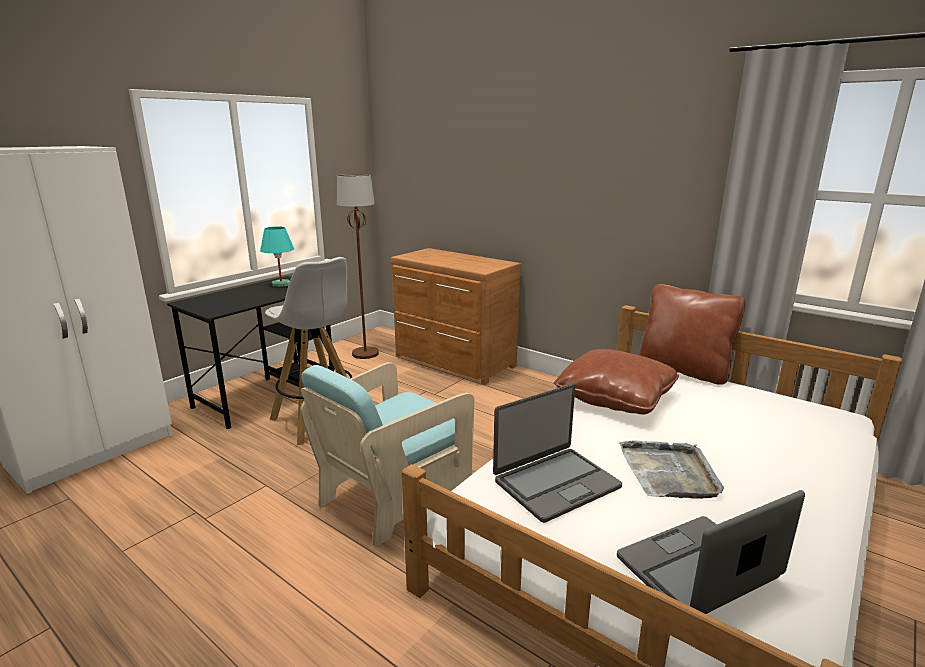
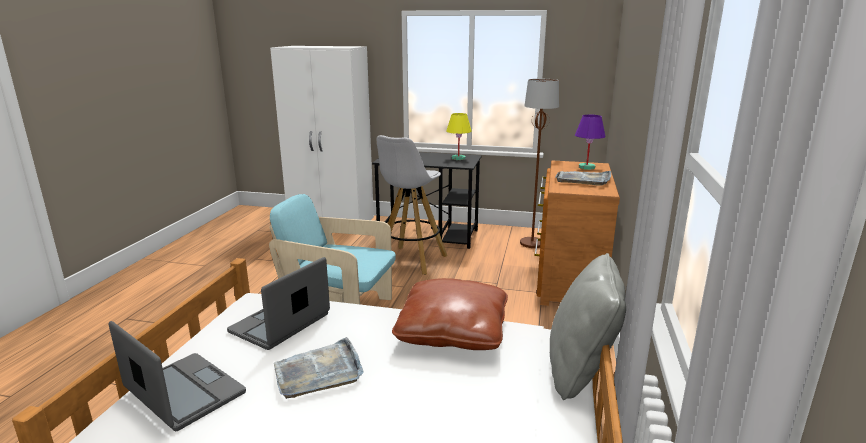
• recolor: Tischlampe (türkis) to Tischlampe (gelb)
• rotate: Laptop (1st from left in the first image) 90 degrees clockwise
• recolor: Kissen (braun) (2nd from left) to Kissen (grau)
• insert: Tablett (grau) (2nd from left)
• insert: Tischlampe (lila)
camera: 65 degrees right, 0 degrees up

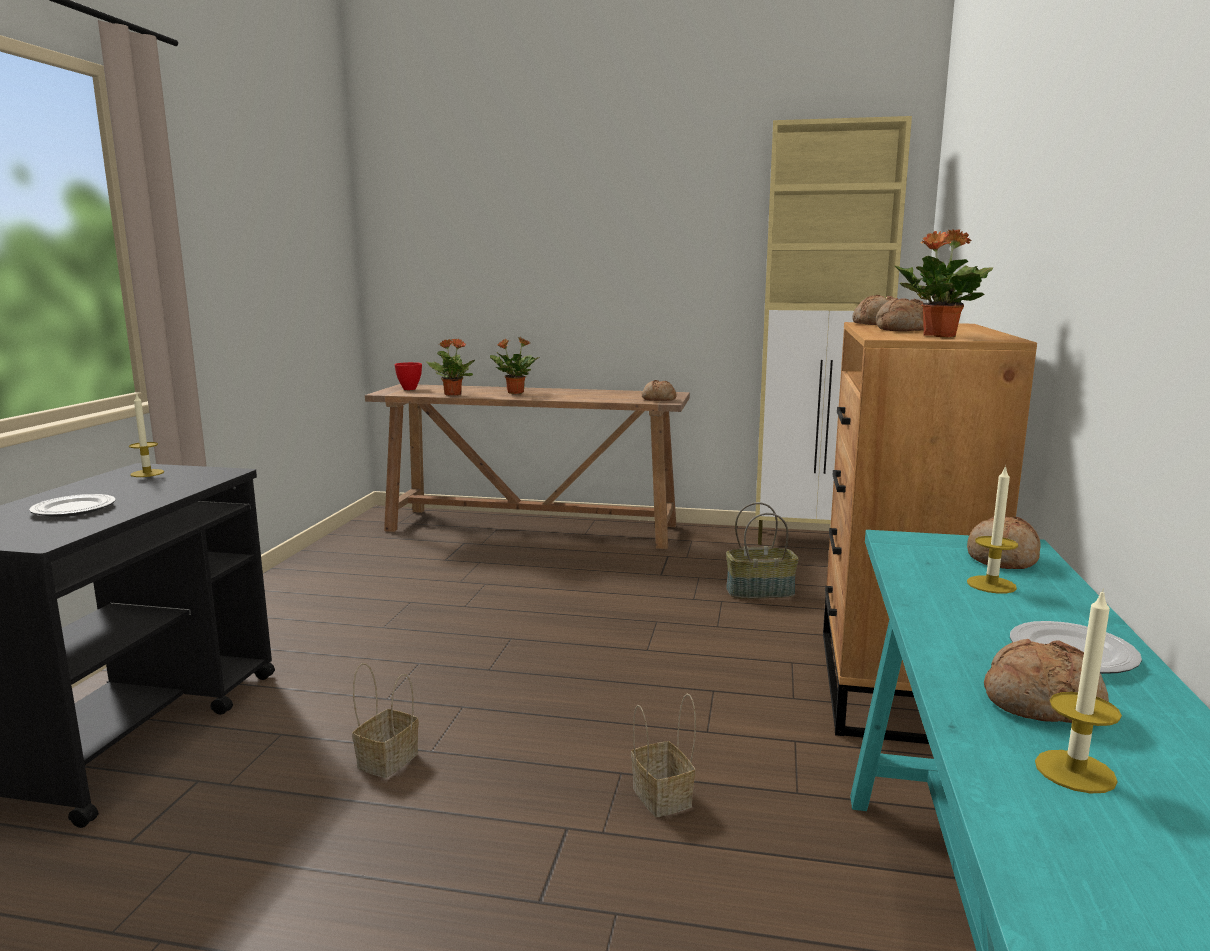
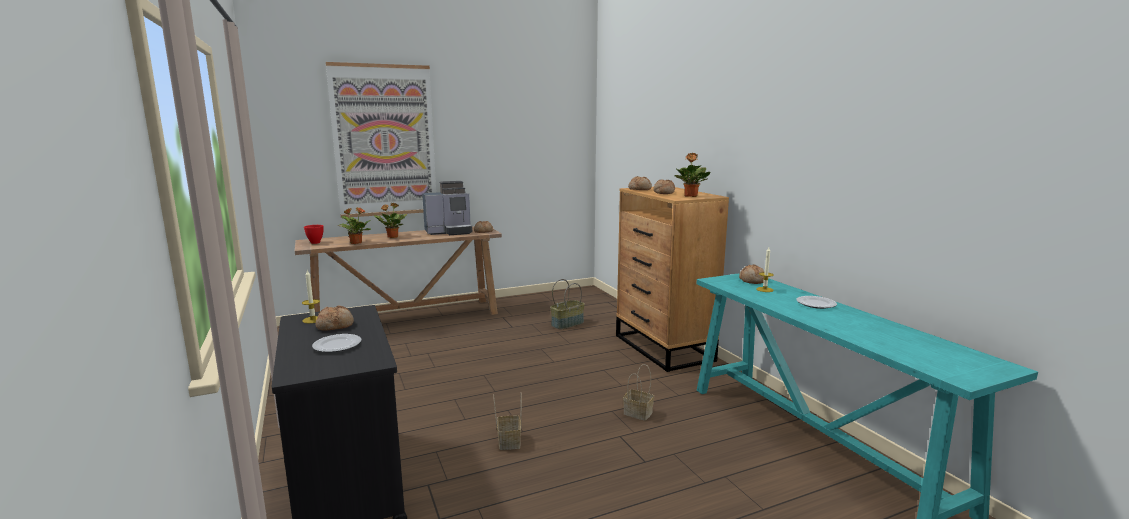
• delete: Schrank (beige)
• move: Brot (5th from left in the first image) to Brot (1st from left)
• delete: Kerze (3rd from left)
• insert: Bild
• insert: Kaffeemaschine
camera: 35 degrees left, 0 degrees up

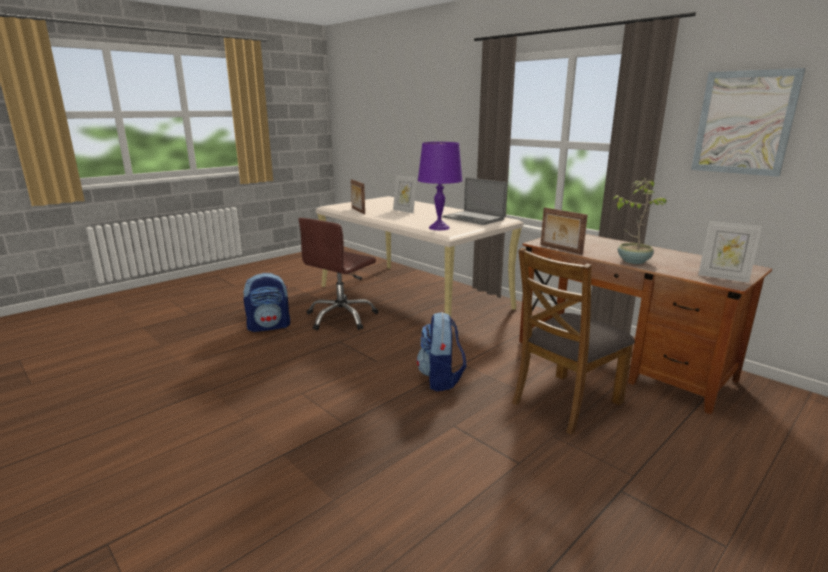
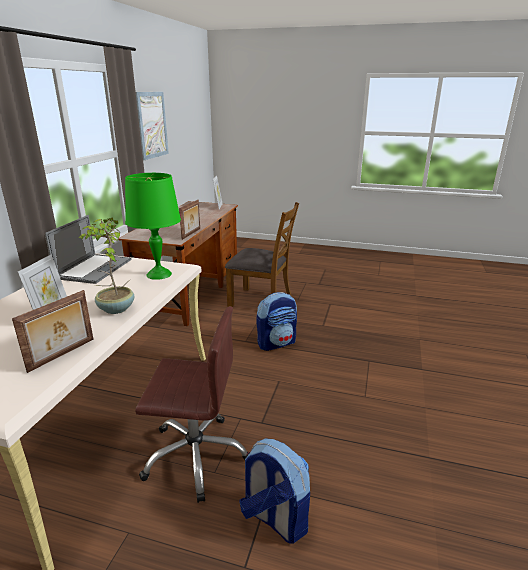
• recolor: Tischlampe (lila) to Tischlampe (grün)
• move: Topfpflanze
camera: 120 degrees left, 5 degrees up

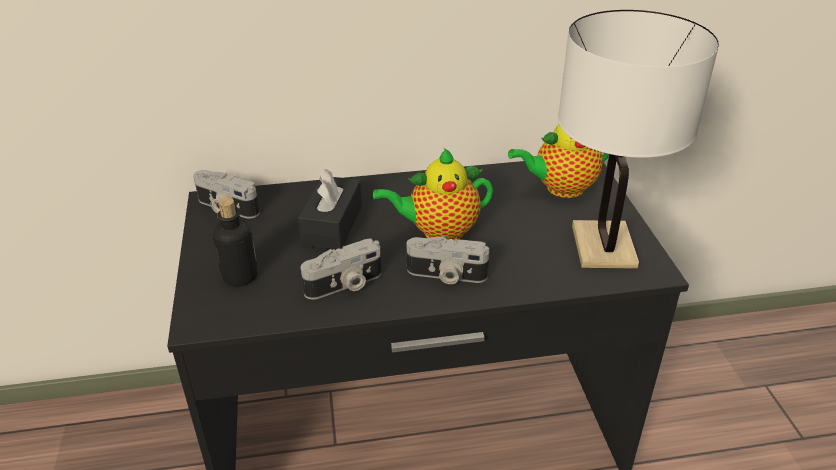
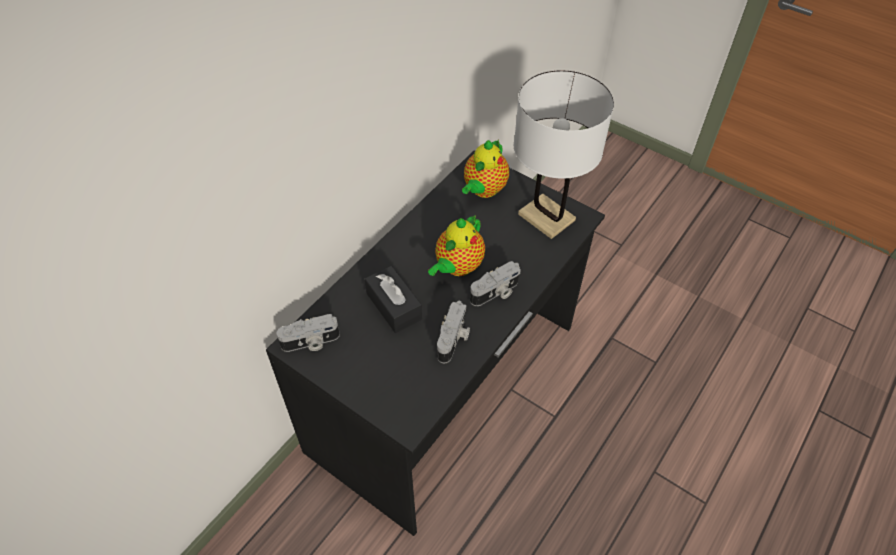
• delete: Flasche
camera: 45 degrees left, 15 degrees up

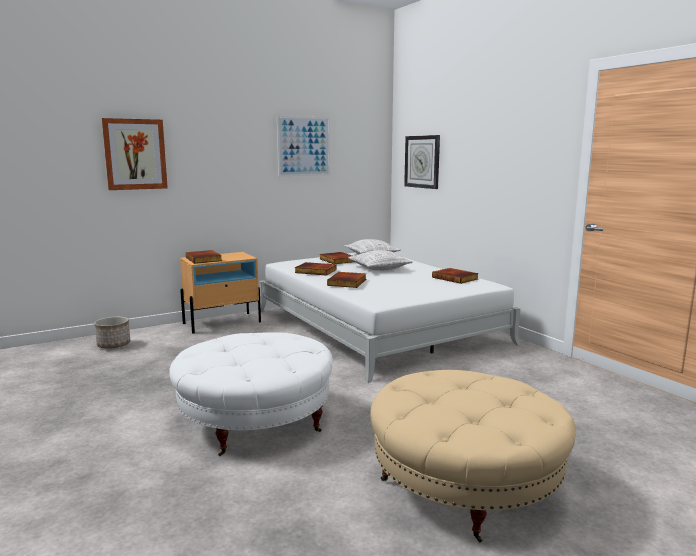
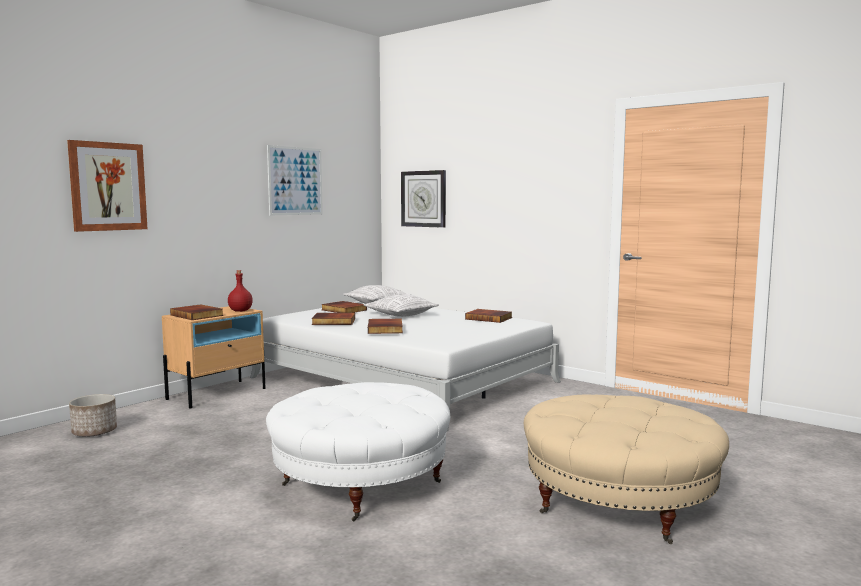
• insert: Flasche (rot)
camera: 20 degrees left, 5 degrees down

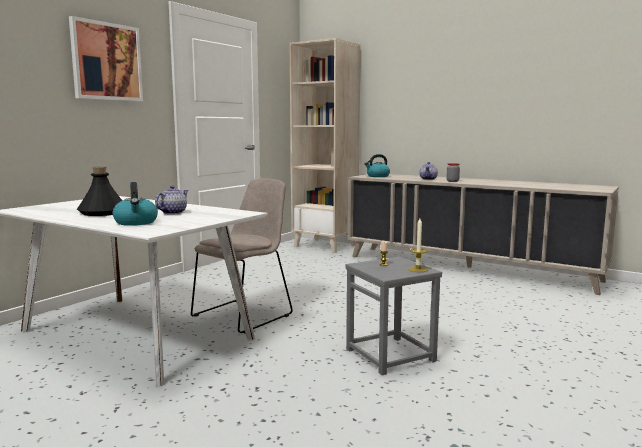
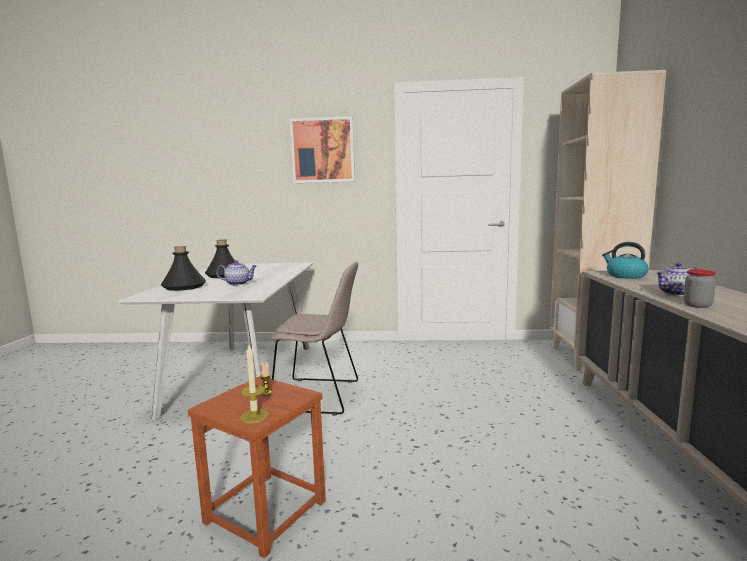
• replace: Wasserkessel (1st from left) to Flasche (schwarz) (1st from left)
• recolor: Hocker (grau) to Hocker (braun)
camera: 60 degrees right, 0 degrees up

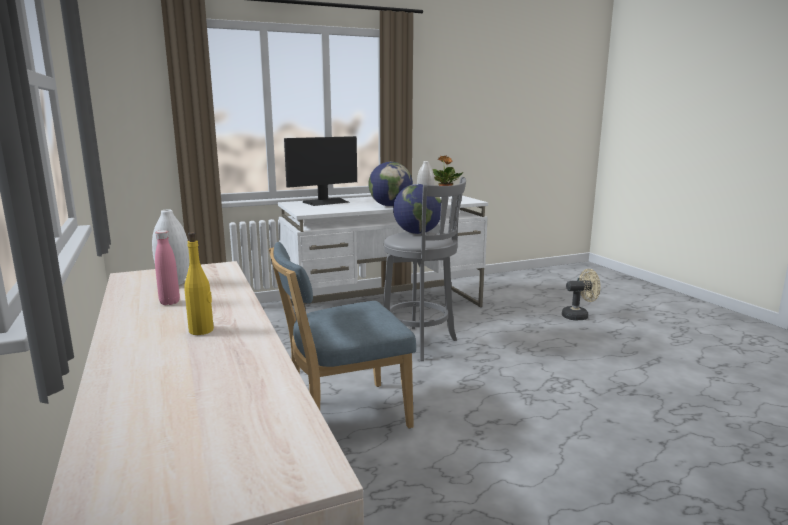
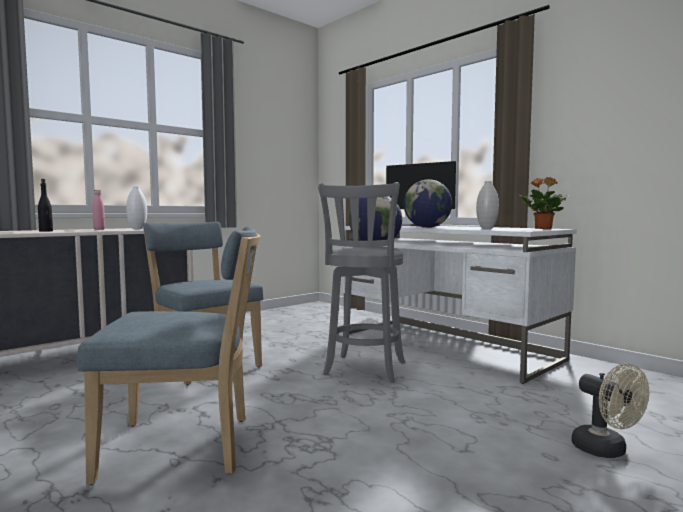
• recolor: Flasche (gelb) to Flasche (schwarz)
• insert: Stuhl (blau) (1st from left)
camera: 70 degrees right, 10 degrees down

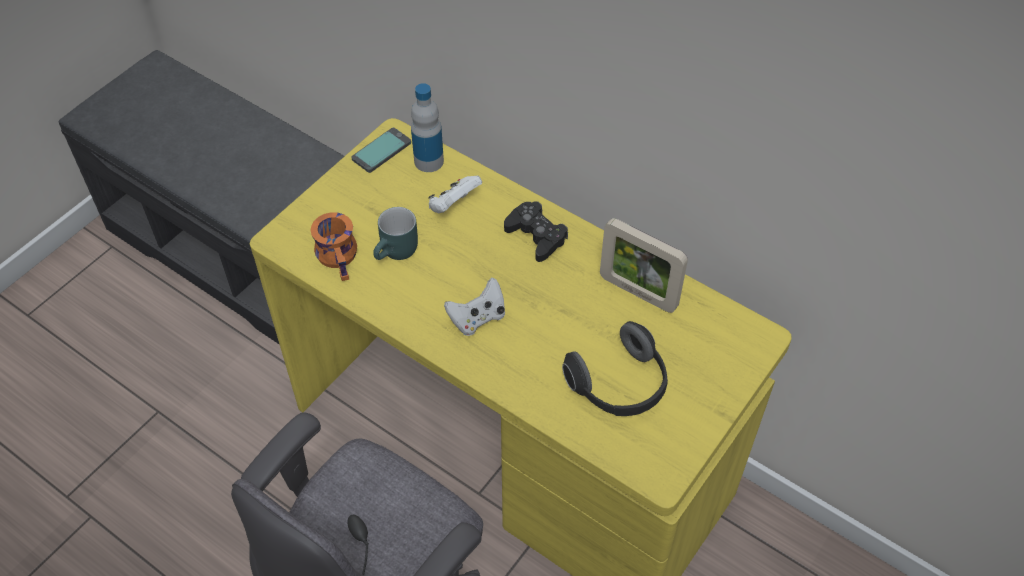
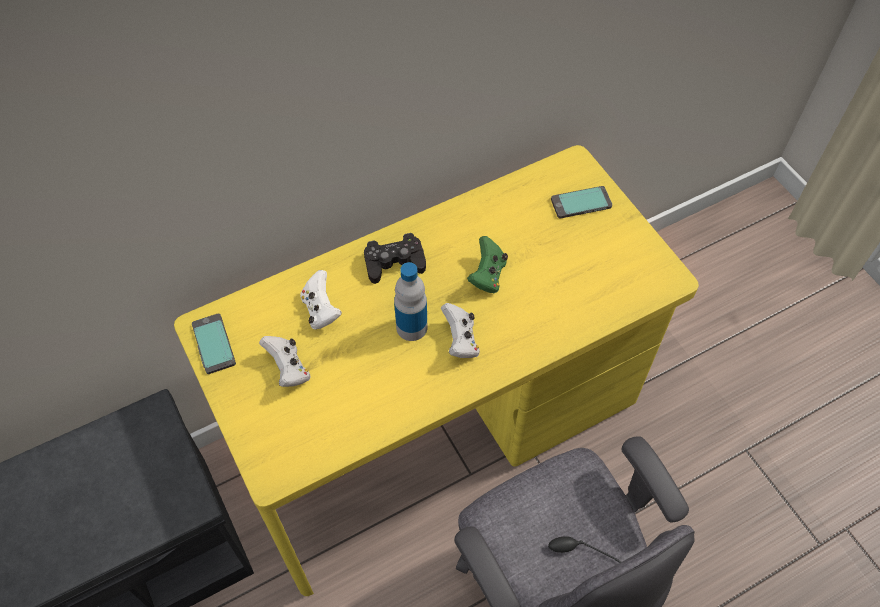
• delete: Henkelbecher (orange)
• delete: Henkelbecher (türkis)
• move: Flasche
• delete: Kopfhörer
• delete: Bilderrahmen
• insert: Gamepad (weiß) (1st from left)
• insert: Gamepad (grün)
• insert: Handy (2nd from left)
camera: 65 degrees left, 5 degrees up

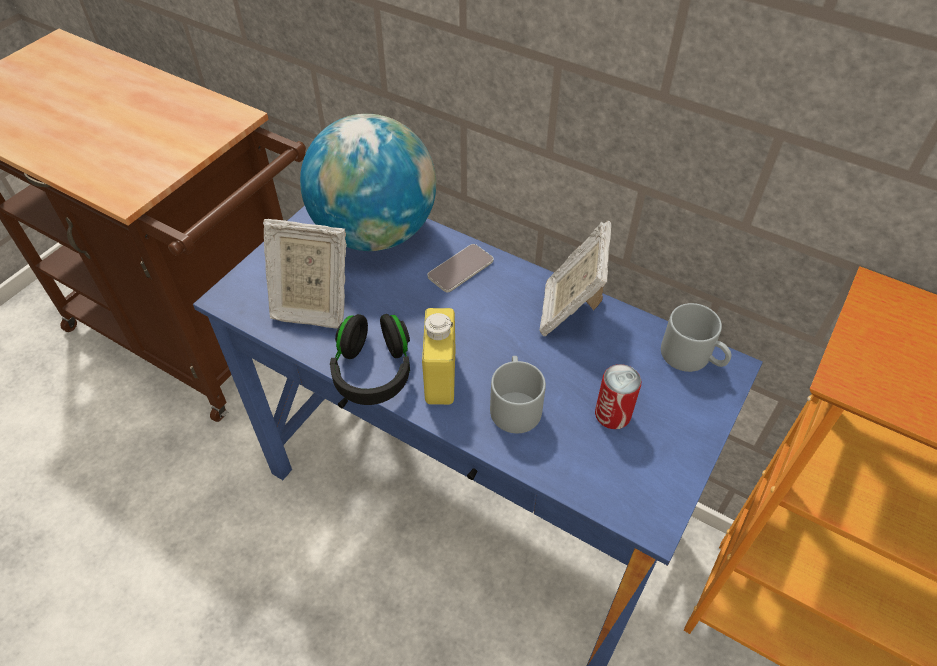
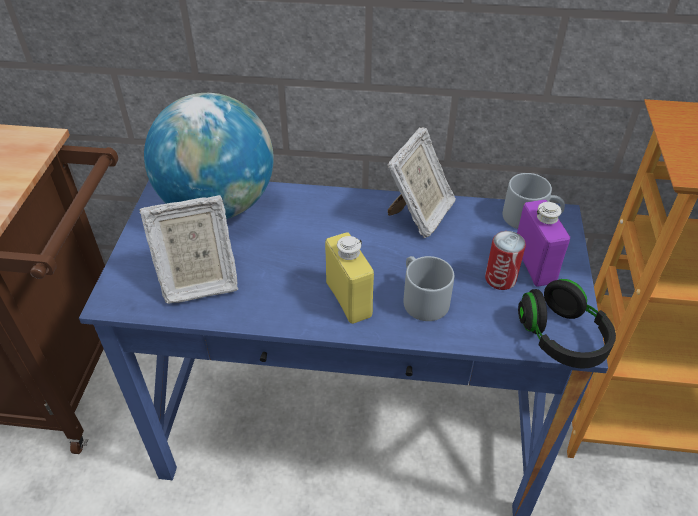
• move: Kopfhörer (schwarz)
• delete: Handy
• rotate: Bilderrahmen (2nd from left) 135 degrees counterclockwise
• insert: Flasche (lila)
camera: 25 degrees left, 5 degrees down

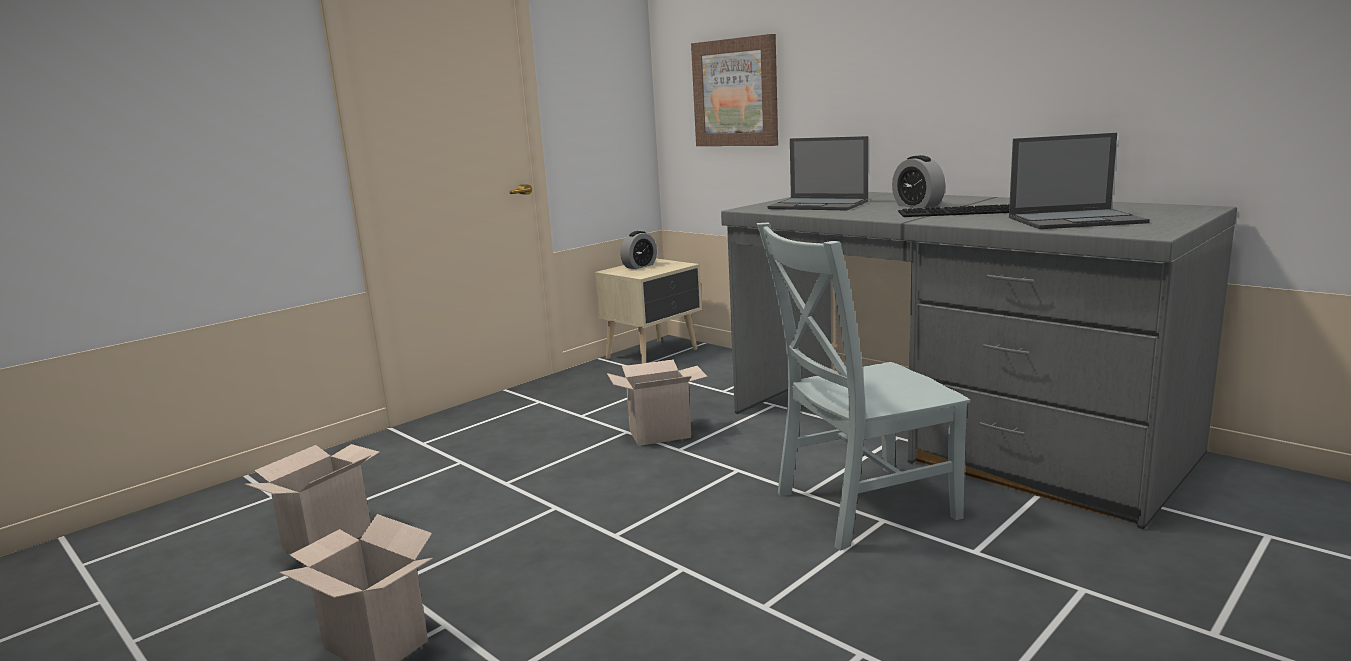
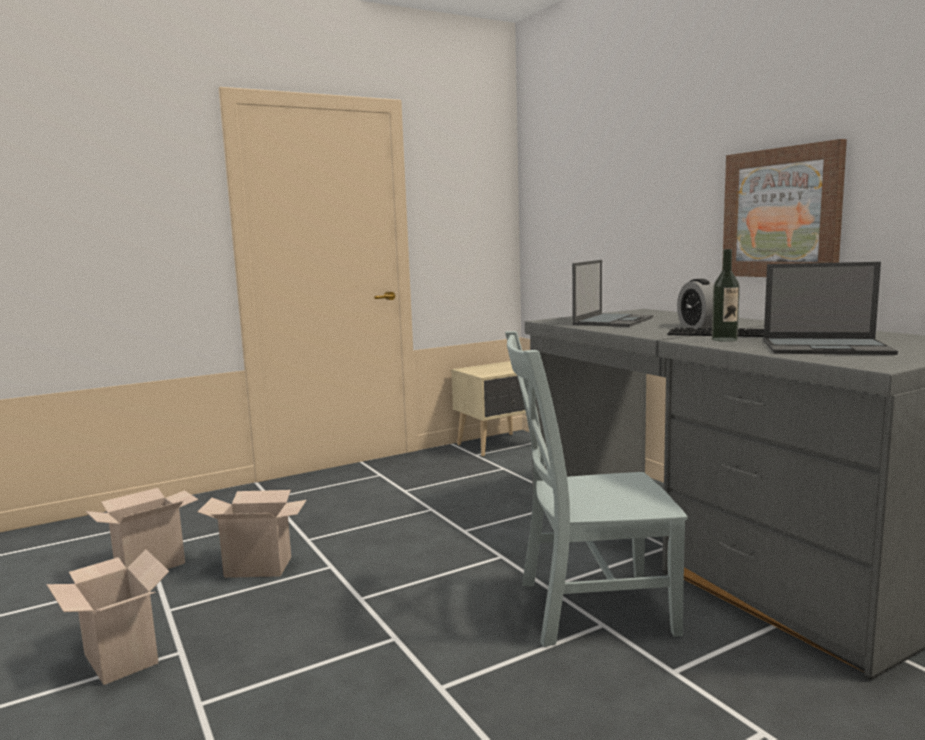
• move: Karton (3rd from left)
• delete: Wecker (1st from left)
• move: Bild
• rotate: Laptop (1st from left) 105 degrees counterclockwise
• insert: Flasche
camera: 15 degrees right, 5 degrees down

